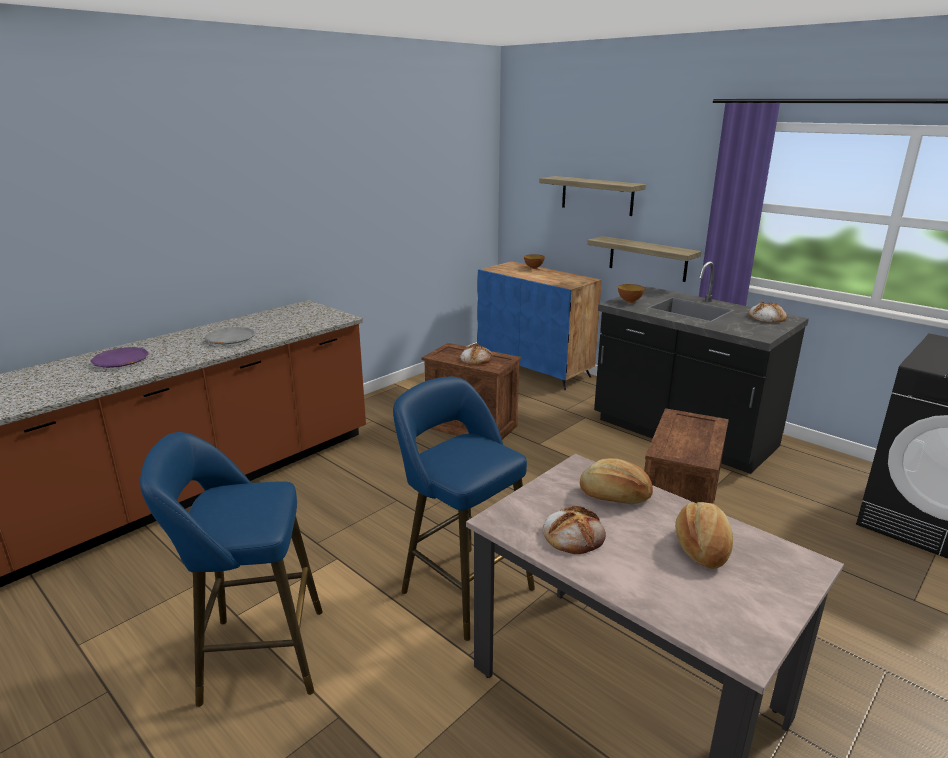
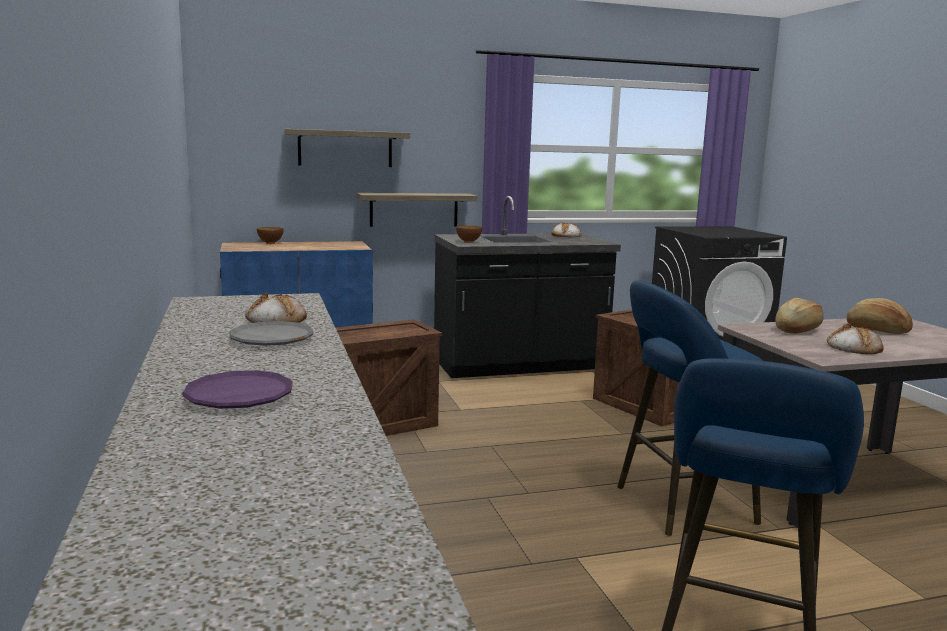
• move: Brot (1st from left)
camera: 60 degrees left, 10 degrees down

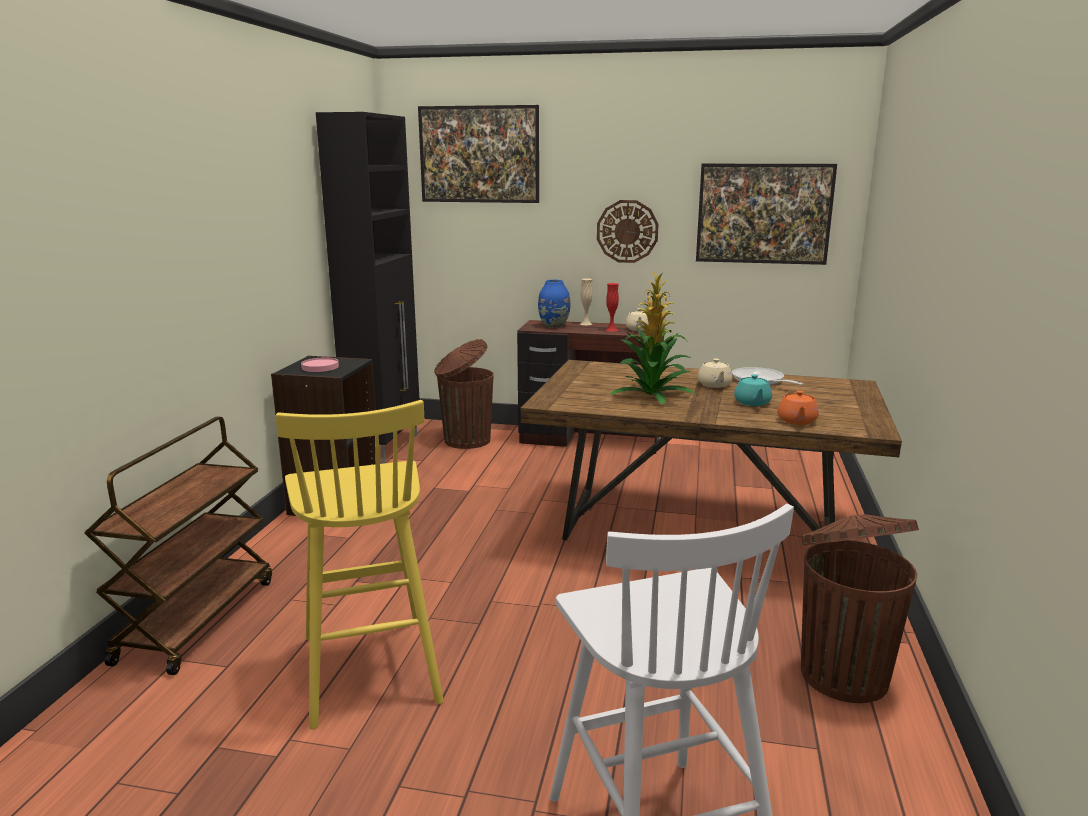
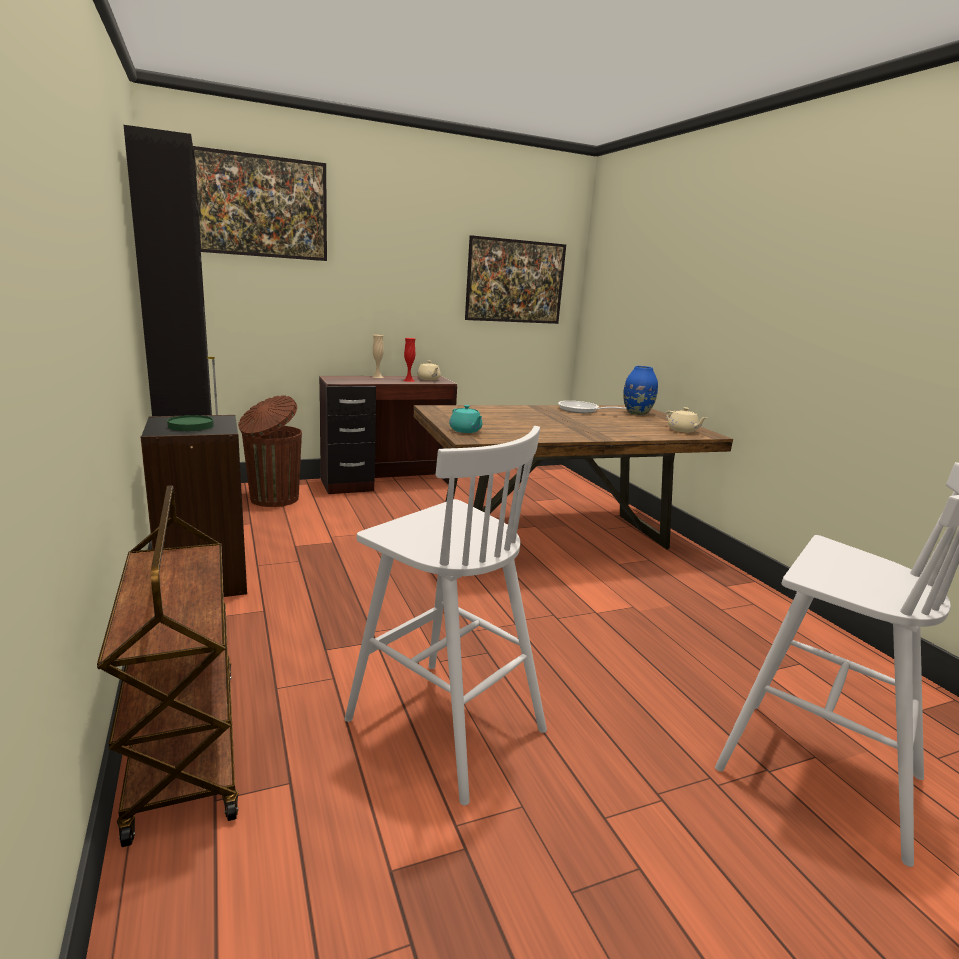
• recolor: Hocker (gelb) to Hocker (weiß) (1st from left)
• recolor: Teller (rosa) to Teller (grün)
• move: Vase (blau)
• delete: Wanduhr
• delete: Topfpflanze
• move: Teekanne (beige) (2nd from left)
• move: Teekanne (türkis)
• delete: Teekanne (orange)
• delete: Mülleimer (braun) (2nd from left)
camera: 35 degrees left, 0 degrees up

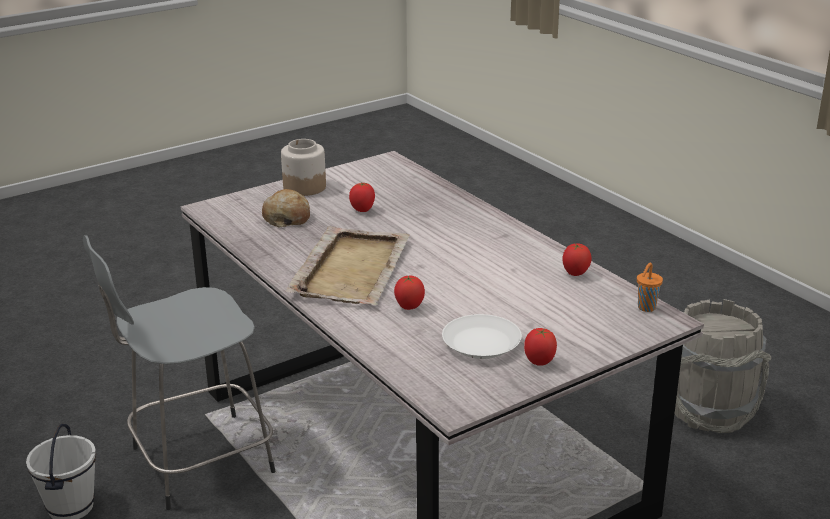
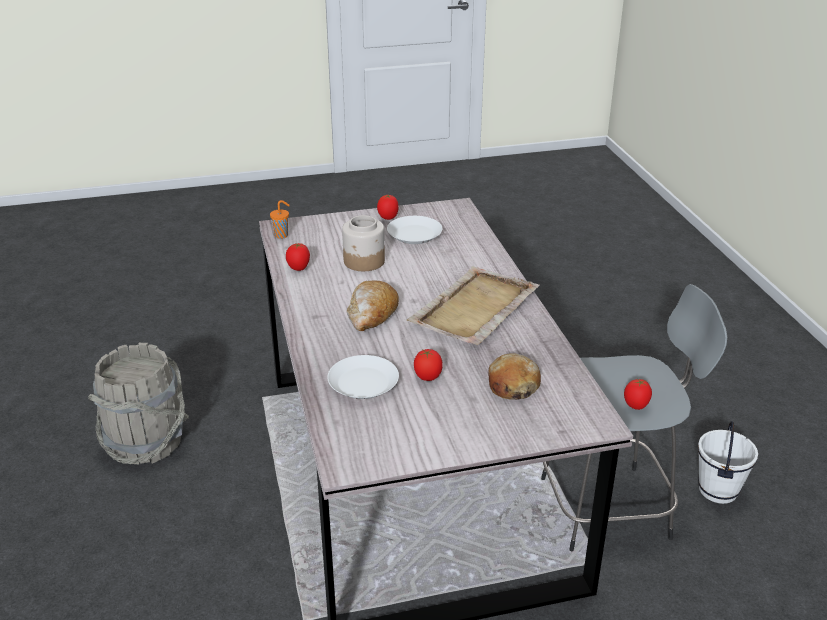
• move: Vorratsglas
• move: Tomate (2nd from left in the first image) to Tomate (4th from left)
• insert: Teller (weiß) (1st from left)
• insert: Brot (1st from left)
camera: 160 degrees left, 5 degrees up

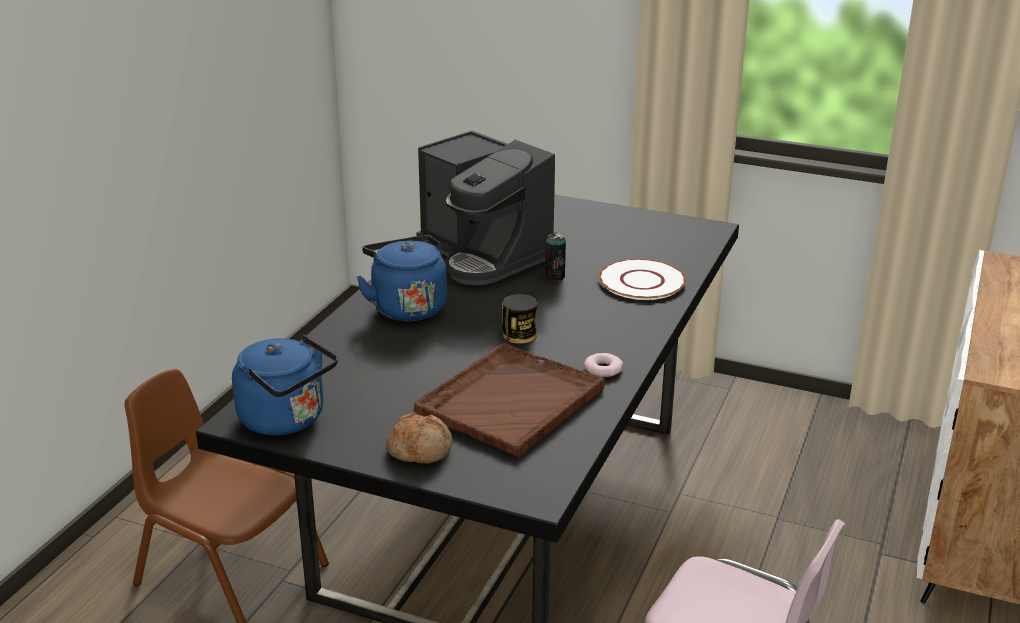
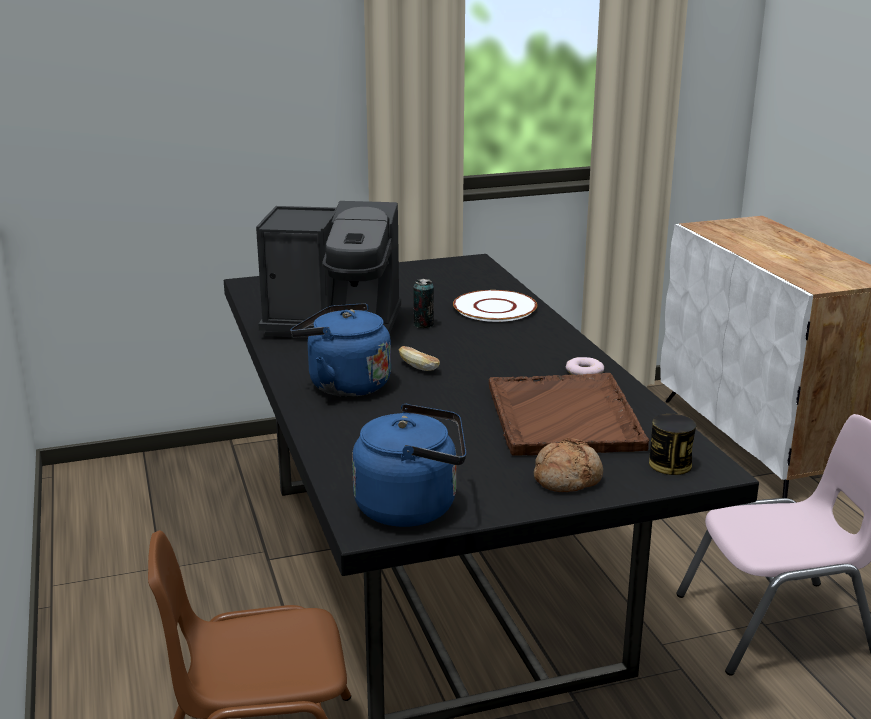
• move: Dose (1st from left in the first image) to Dose (2nd from left)
• insert: Brot (1st from left)
camera: 40 degrees left, 5 degrees down

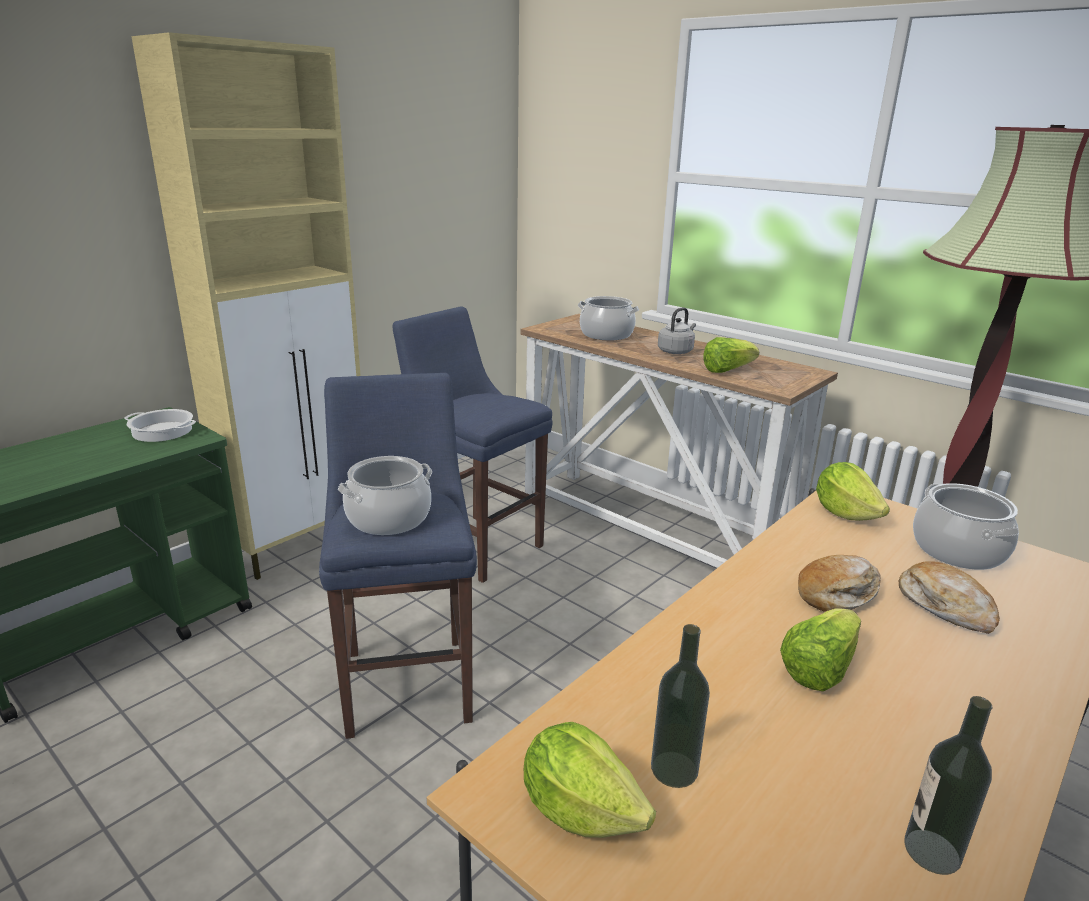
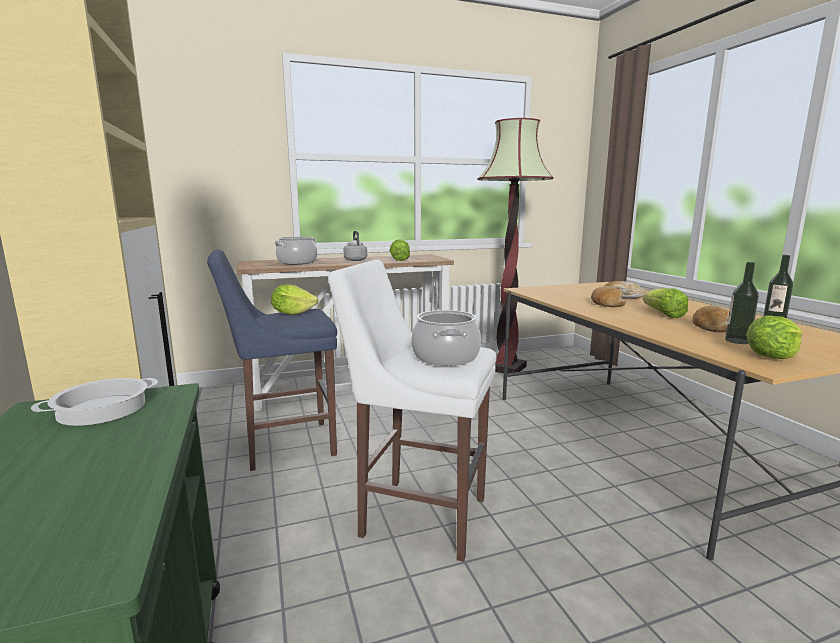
• recolor: Hocker (blau) (1st from left) to Hocker (weiß)
• move: Salatkopf (4th from left in the first image) to Salatkopf (1st from left)
• delete: Kochtopf (4th from left)
• insert: Brot (3rd from left)
camera: 60 degrees left, 10 degrees down

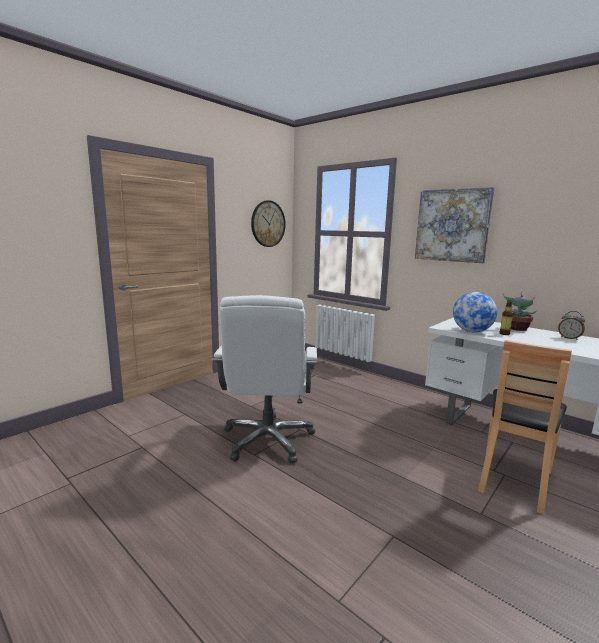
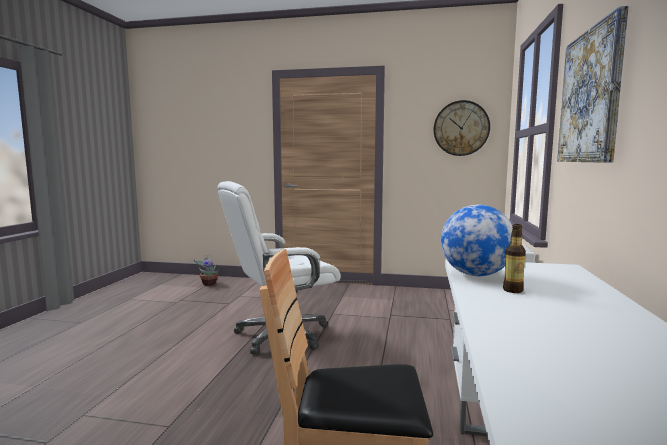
• move: Topfpflanze
• delete: Wecker
camera: 60 degrees right, 5 degrees down

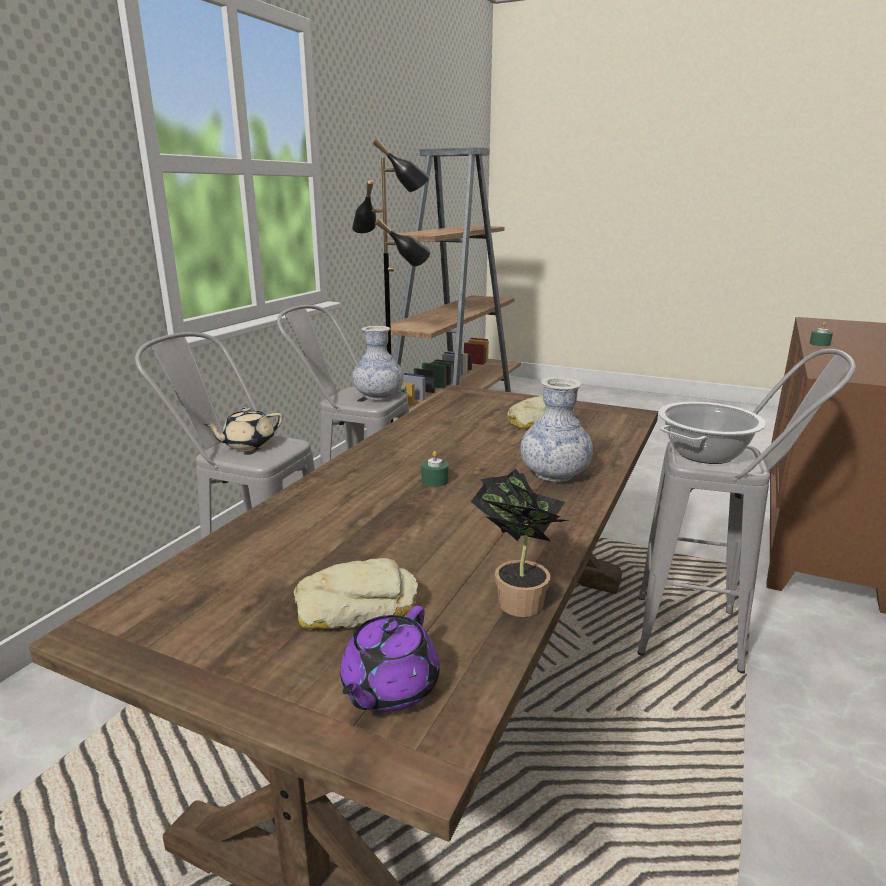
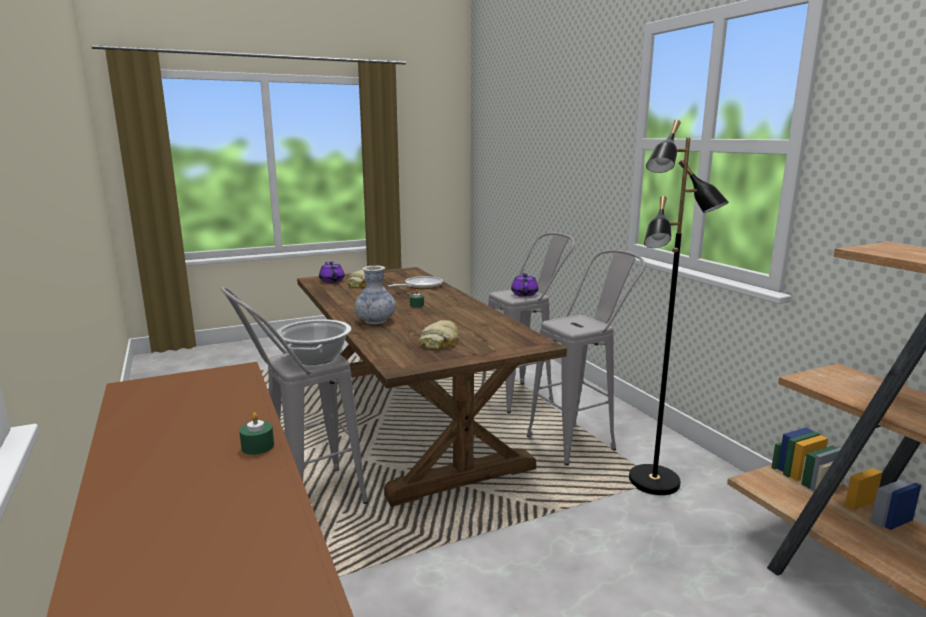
• recolor: Teekanne (beige) to Teekanne (lila) (2nd from left)
• delete: Vase (1st from left)
• delete: Topfpflanze
• insert: Pfanne
camera: 130 degrees right, 5 degrees down

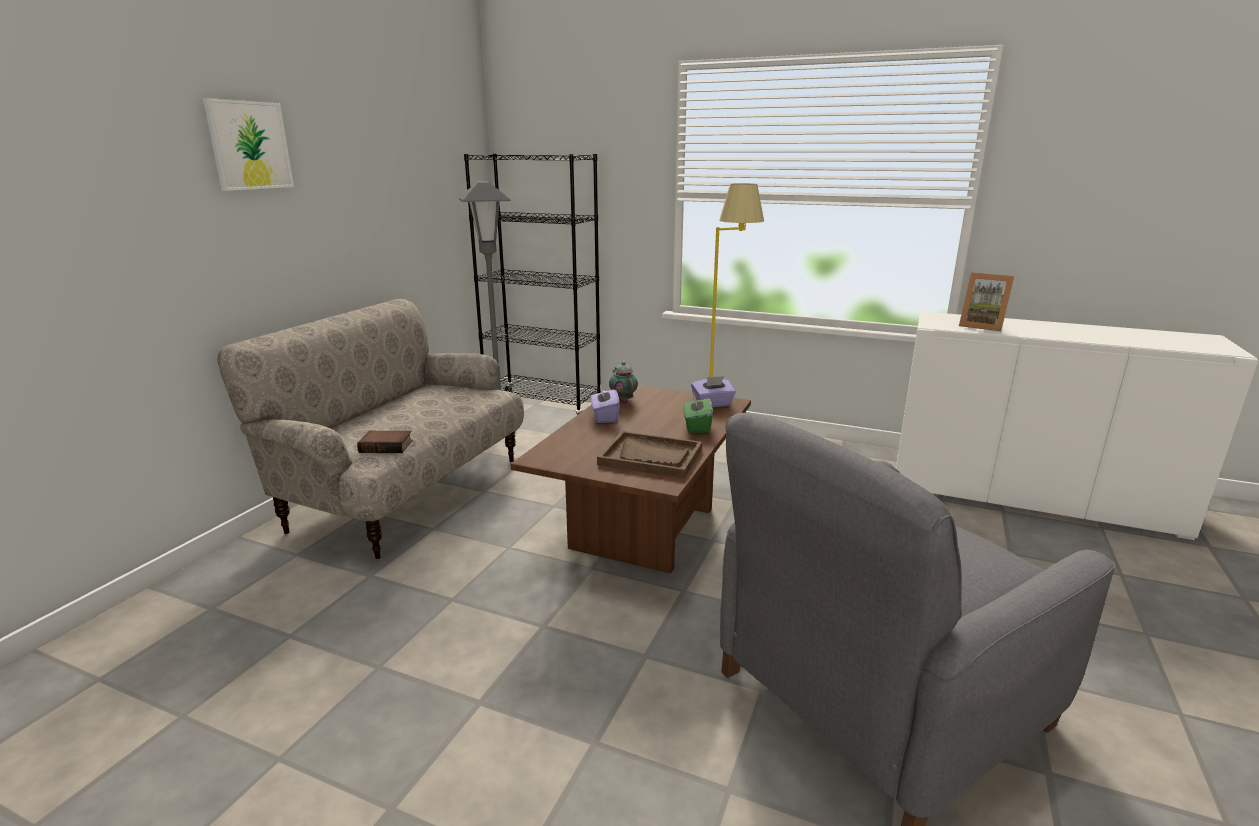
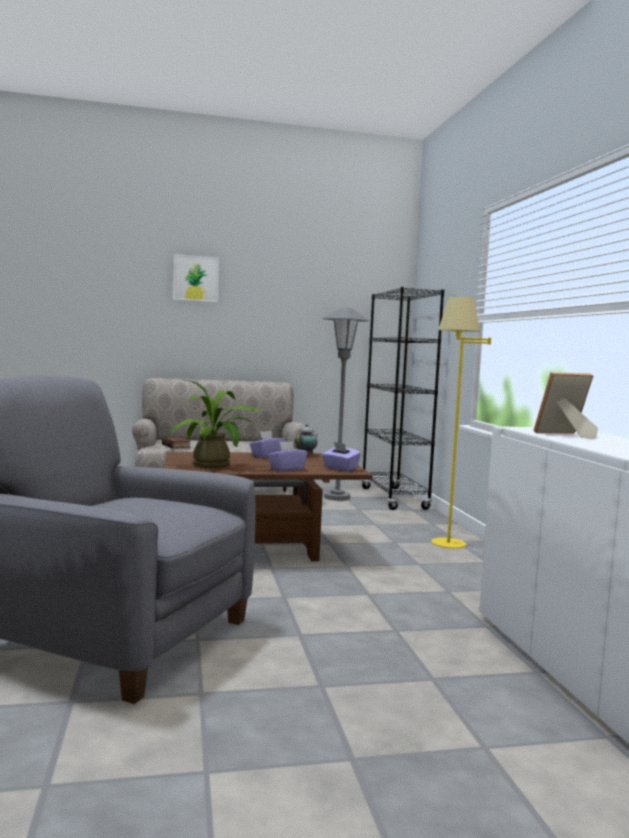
• replace: Tablett (braun) to Topfpflanze
• recolor: Taschentuchbox (grün) to Taschentuchbox (lila) (2nd from left)
• rotate: Bilderrahmen 75 degrees clockwise
camera: 55 degrees right, 15 degrees down

